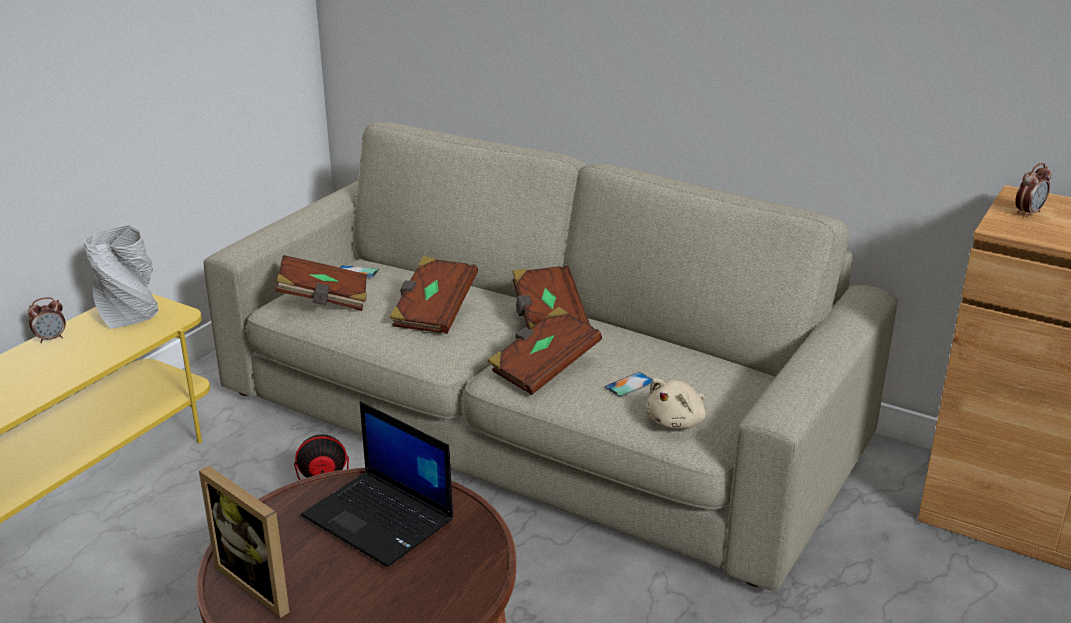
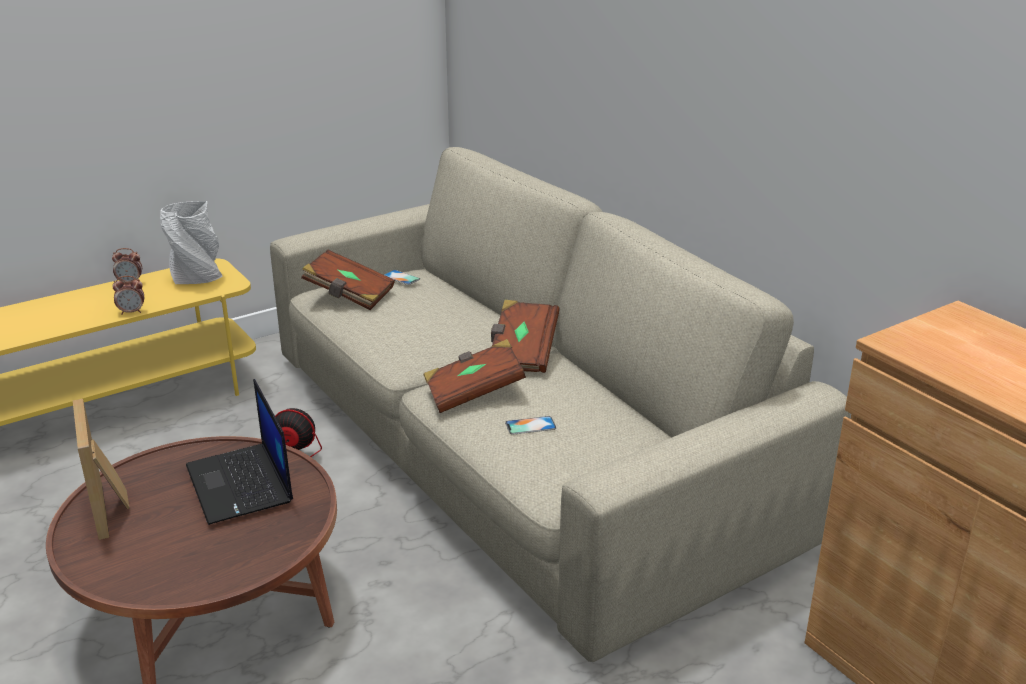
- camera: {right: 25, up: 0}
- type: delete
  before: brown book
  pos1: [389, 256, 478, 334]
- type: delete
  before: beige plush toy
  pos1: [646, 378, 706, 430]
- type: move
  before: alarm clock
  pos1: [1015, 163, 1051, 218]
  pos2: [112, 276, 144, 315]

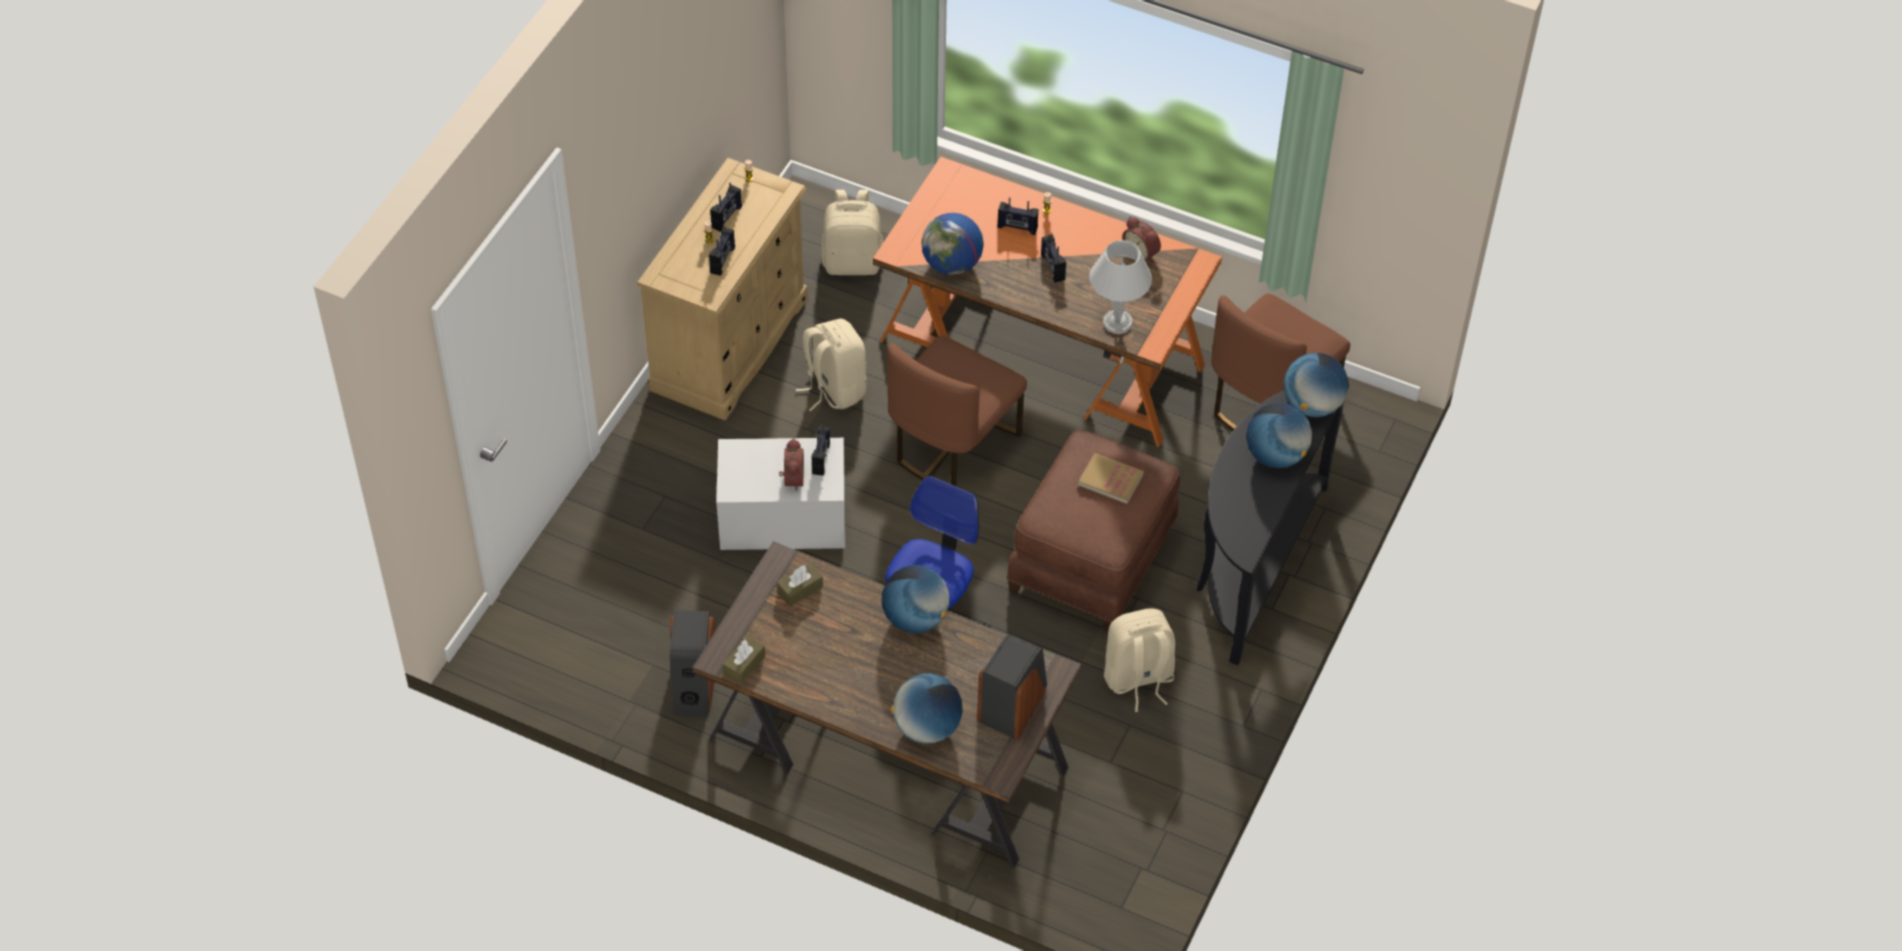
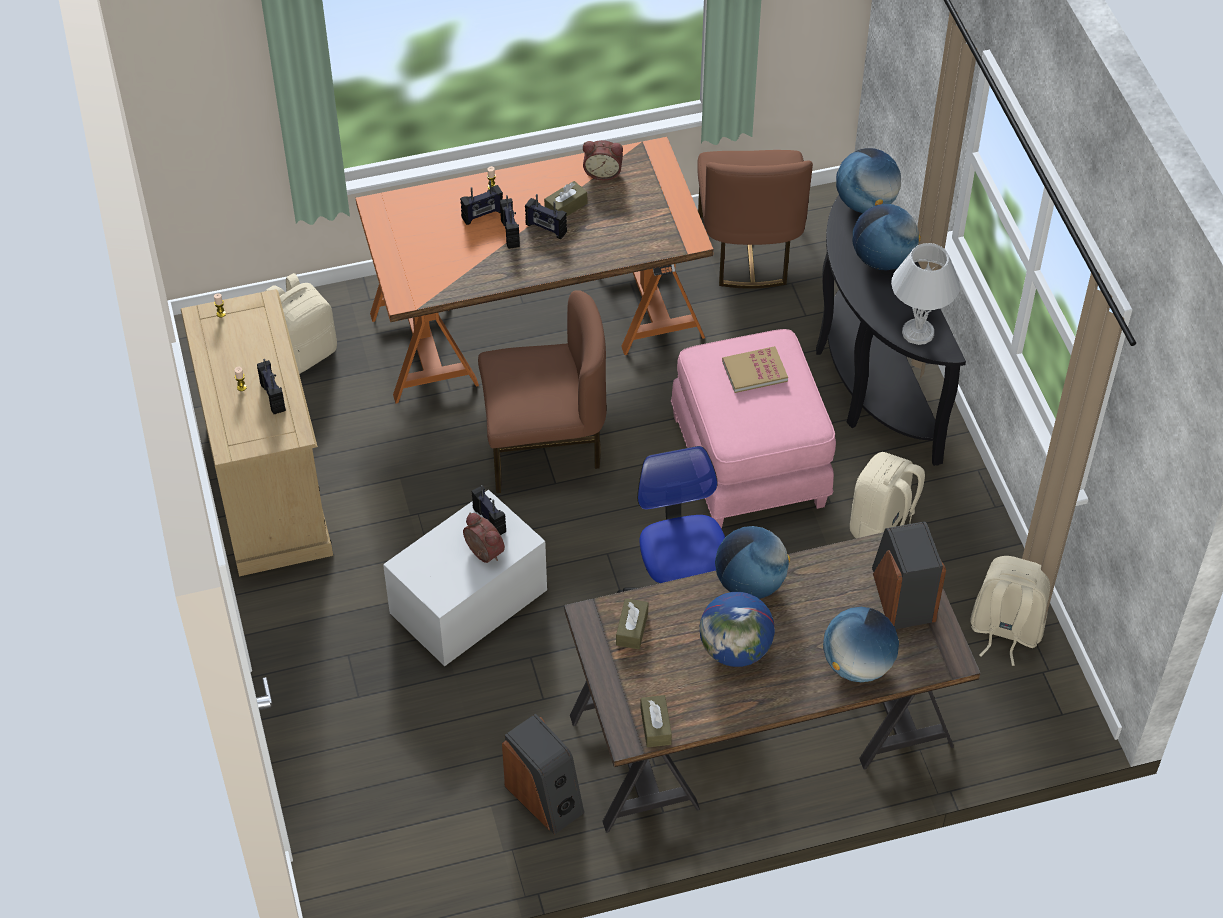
- camera: {right: -40, up: 0}
- type: move
  before: radio
  pos1: [710, 183, 742, 232]
  pos2: [500, 195, 520, 249]
- type: move
  before: beige backpack
  pos1: [796, 319, 867, 411]
  pos2: [970, 556, 1050, 666]
- type: rotate
  before: brown chair
  pos1: [887, 335, 1027, 486]
  pos2: [478, 290, 607, 493]
  turn: -90
- type: move
  before: globe
  pos1: [921, 213, 984, 275]
  pos2: [700, 592, 775, 667]
- type: recolor
  before: brown ottoman
  after: pink ottoman
  pos1: [1007, 430, 1180, 632]
  pos2: [671, 329, 836, 529]
- type: move
  before: white table lamp
  pos1: [1089, 240, 1152, 334]
  pos2: [891, 243, 960, 345]
- type: insert
  after: brown tissue box
  pos2: [544, 181, 587, 217]

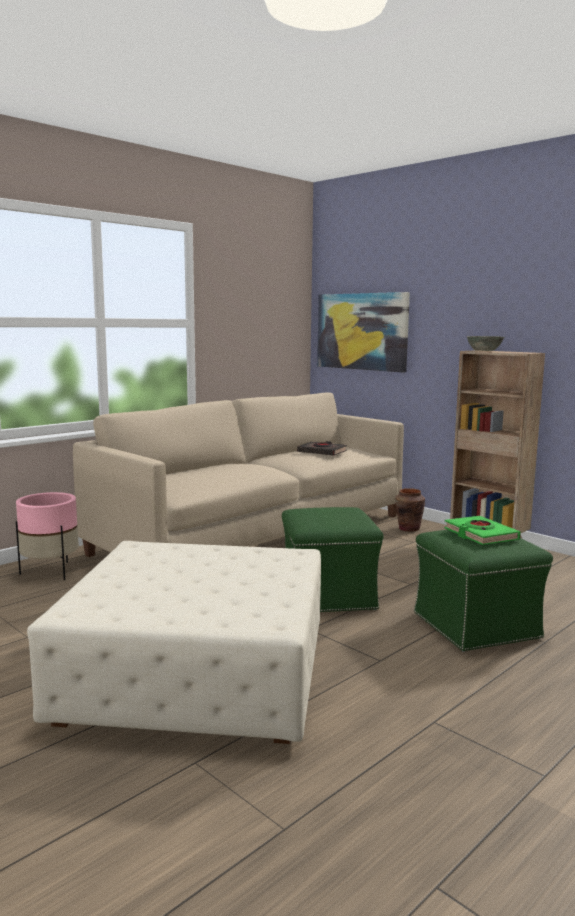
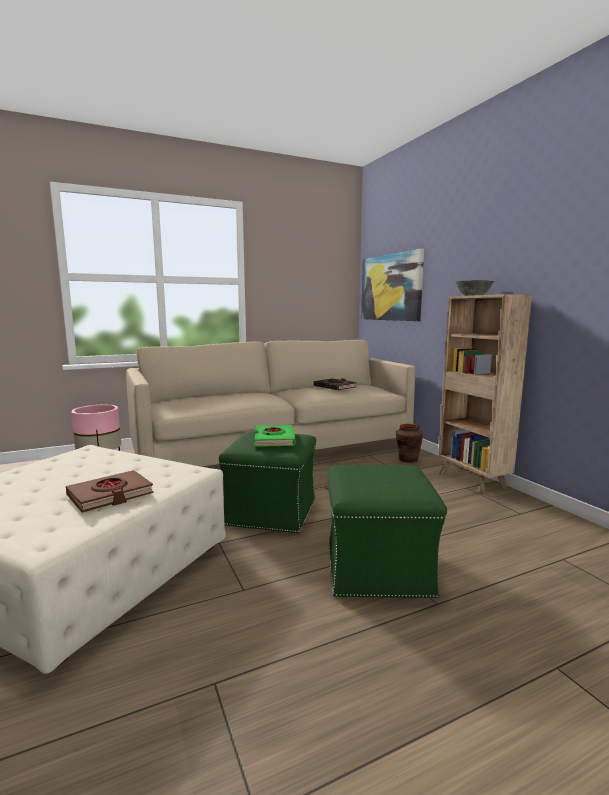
- camera: {right: 20, up: 0}
- type: move
  before: green book
  pos1: [444, 516, 520, 545]
  pos2: [254, 425, 296, 447]
- type: insert
  after: brown book
  pos2: [66, 470, 154, 513]

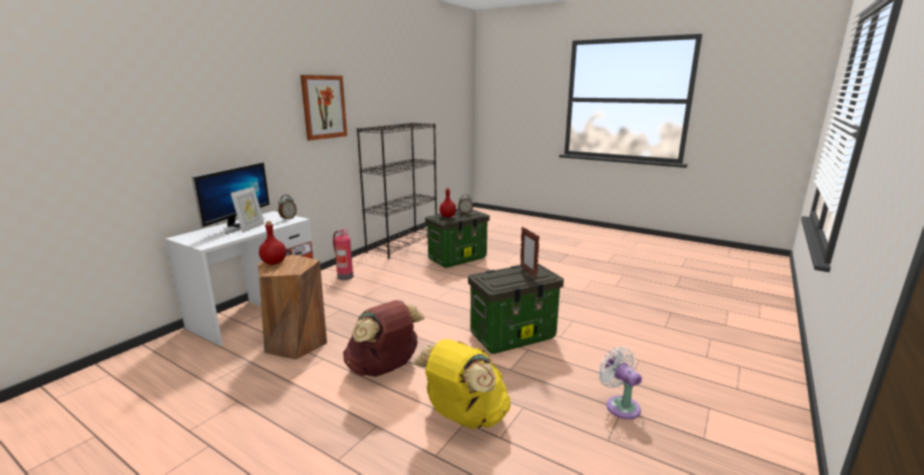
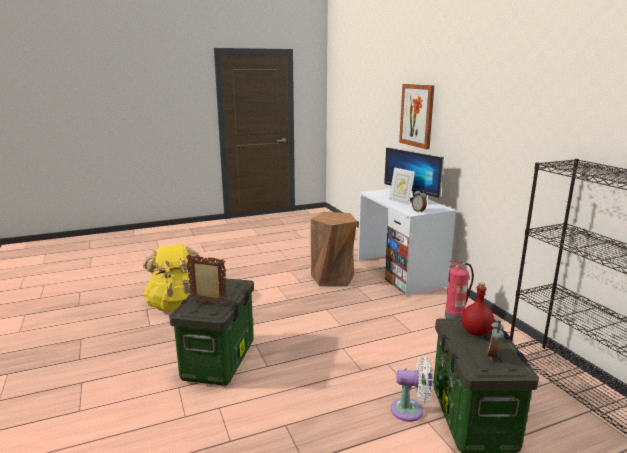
- camera: {right: 125, up: 0}
- type: delete
  before: red bottle
  pos1: [259, 221, 286, 265]
- type: move
  before: picture
  pos1: [300, 75, 347, 141]
  pos2: [399, 84, 434, 149]
- type: delete
  before: brown backpack
  pos1: [343, 300, 425, 377]
- type: move
  before: white fan
  pos1: [598, 347, 642, 419]
  pos2: [391, 356, 433, 422]

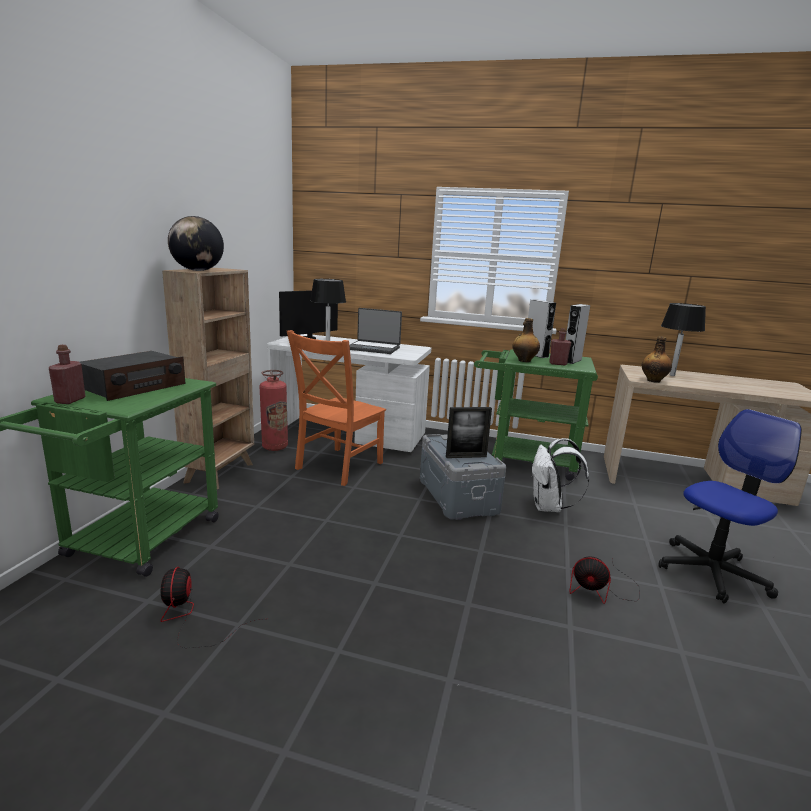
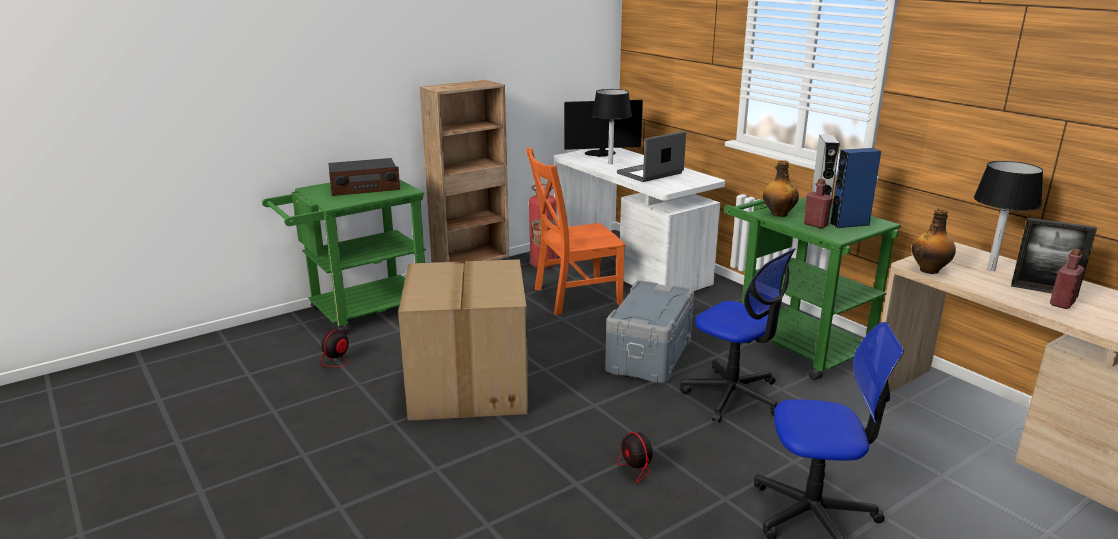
- camera: {right: 40, up: 5}
- type: move
  before: red bottle
  pos1: [49, 345, 86, 404]
  pos2: [1050, 248, 1085, 309]
- type: delete
  before: globe
  pos1: [168, 216, 224, 271]
- type: rotate
  before: laptop
  pos1: [349, 308, 402, 354]
  pos2: [617, 131, 686, 182]
  turn: 90
- type: move
  before: picture frame
  pos1: [446, 407, 492, 458]
  pos2: [1011, 218, 1097, 298]
- type: replace
  before: white backpack
  after: office chair
  pos1: [532, 438, 589, 512]
  pos2: [680, 248, 795, 422]
- type: recolor
  before: grey speaker
  after: blue speaker
  pos1: [565, 304, 590, 364]
  pos2: [829, 148, 881, 228]
- type: insert
  after: cardboard box
  pos2: [398, 259, 528, 421]

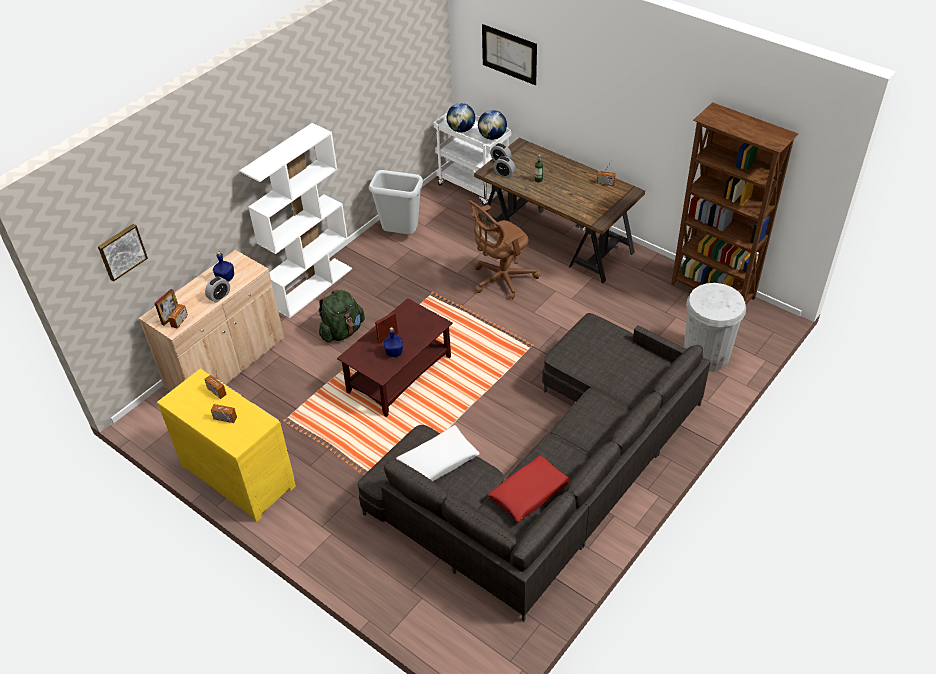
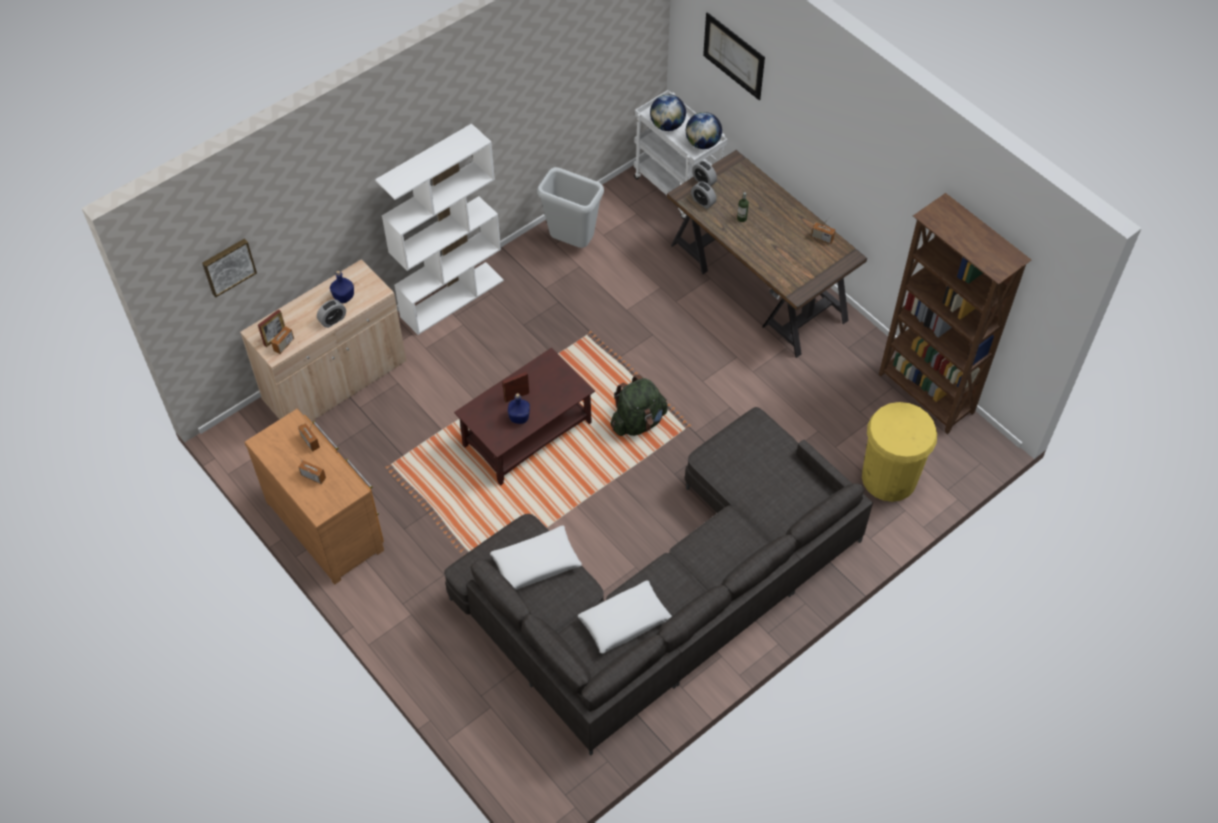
- camera: {right: 10, up: 10}
- type: recolor
  before: yellow dresser
  after: brown dresser
  pos1: [157, 369, 296, 522]
  pos2: [244, 409, 384, 585]
- type: move
  before: green backpack
  pos1: [318, 289, 365, 343]
  pos2: [610, 375, 668, 436]
- type: delete
  before: brown office chair
  pos1: [468, 200, 540, 299]
- type: recolor
  before: red pillow
  after: white pillow
  pos1: [487, 455, 571, 522]
  pos2: [578, 580, 672, 654]
- type: recolor
  before: white trash can
  after: yellow trash can
  pos1: [684, 283, 746, 372]
  pos2: [862, 402, 937, 502]

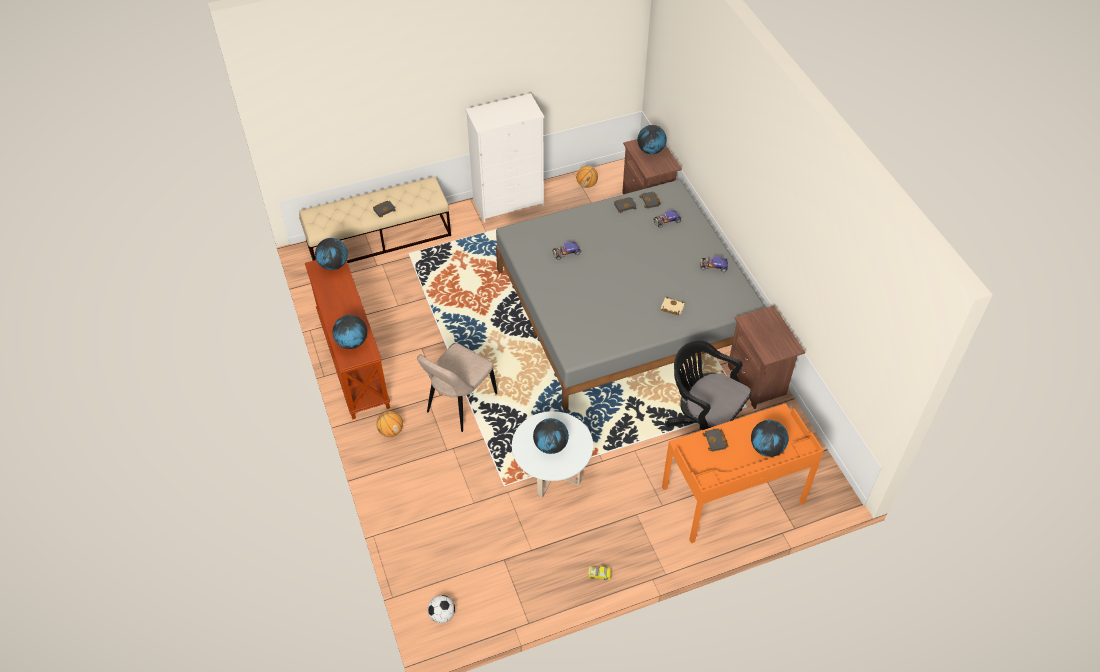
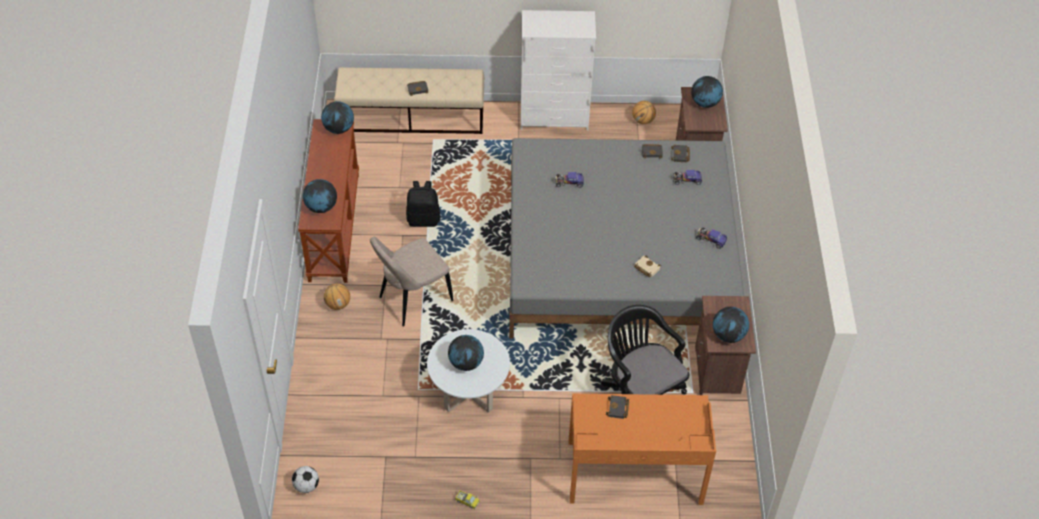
- camera: {right: 20, up: 0}
- type: move
  before: globe
  pos1: [751, 420, 788, 457]
  pos2: [713, 307, 749, 343]
- type: insert
  after: black backpack
  pos2: [406, 181, 440, 227]

